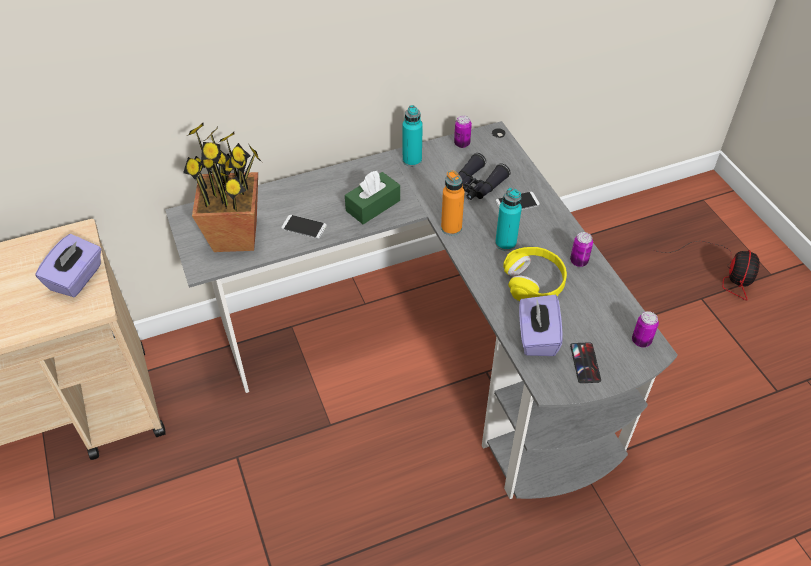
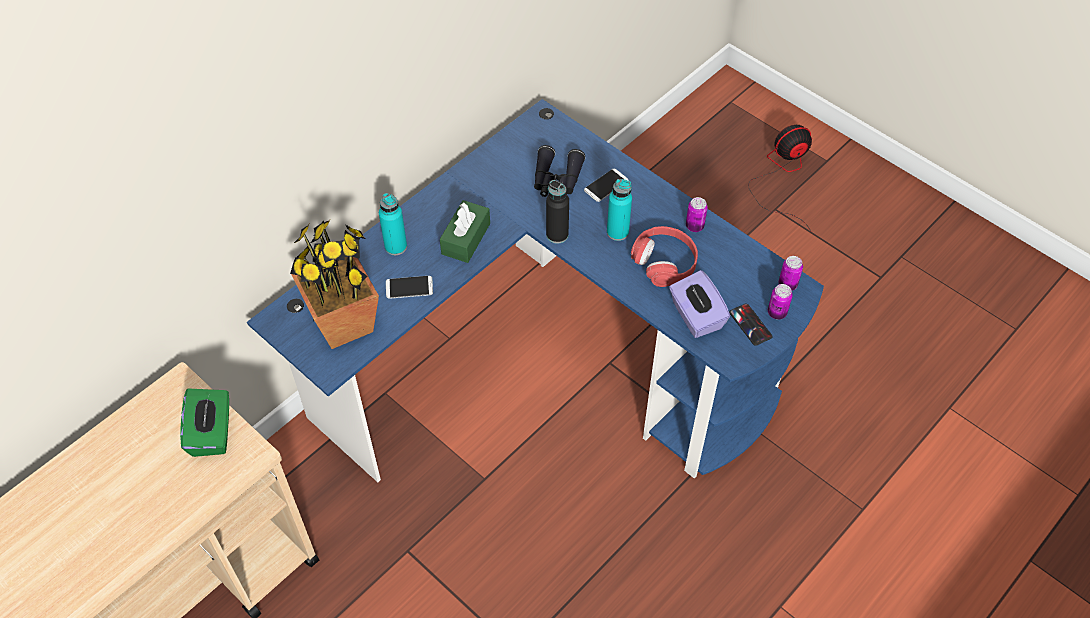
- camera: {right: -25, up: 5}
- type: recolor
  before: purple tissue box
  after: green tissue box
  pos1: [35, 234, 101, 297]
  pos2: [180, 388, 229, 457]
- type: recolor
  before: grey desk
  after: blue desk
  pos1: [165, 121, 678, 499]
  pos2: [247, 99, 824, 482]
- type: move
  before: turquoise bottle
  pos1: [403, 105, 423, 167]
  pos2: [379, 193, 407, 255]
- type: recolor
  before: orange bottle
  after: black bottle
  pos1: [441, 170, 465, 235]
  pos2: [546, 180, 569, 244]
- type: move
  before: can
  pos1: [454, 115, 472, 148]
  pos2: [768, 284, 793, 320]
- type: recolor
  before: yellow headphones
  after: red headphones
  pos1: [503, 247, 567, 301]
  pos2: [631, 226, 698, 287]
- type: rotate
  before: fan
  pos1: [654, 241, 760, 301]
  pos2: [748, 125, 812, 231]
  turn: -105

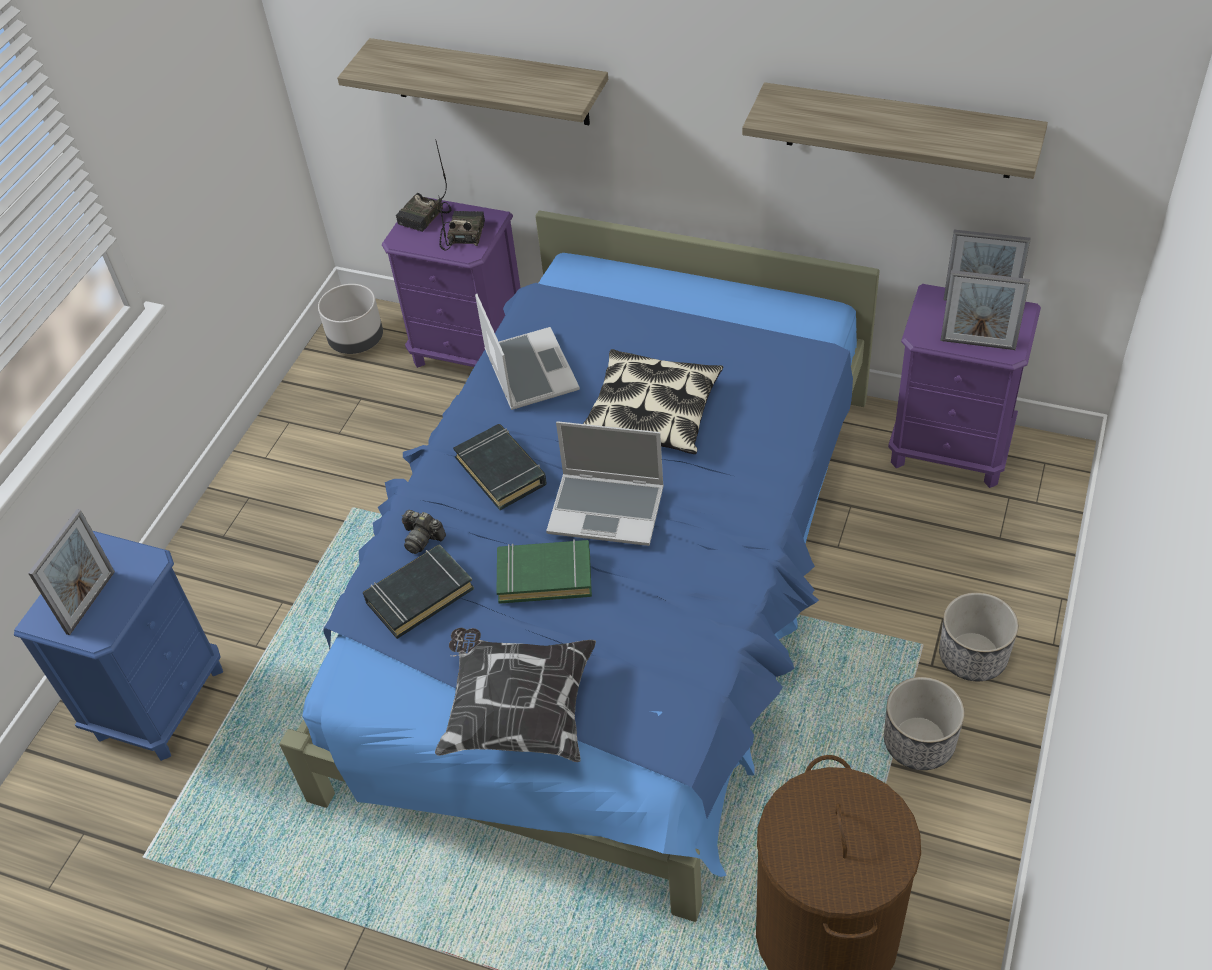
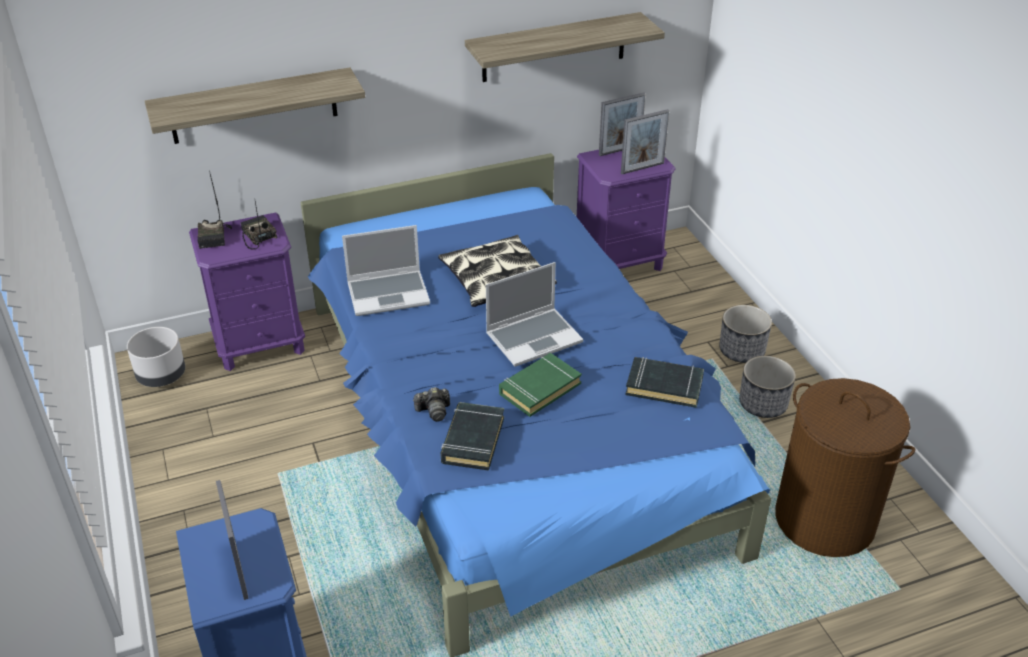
- camera: {right: -45, up: -10}
- type: delete
  before: pillow
  pos1: [435, 628, 596, 762]
- type: move
  before: black book
  pos1: [453, 424, 547, 510]
  pos2: [625, 357, 704, 408]
- type: rotate
  before: laptop
  pos1: [475, 294, 580, 410]
  pos2: [342, 225, 430, 316]
  turn: 135

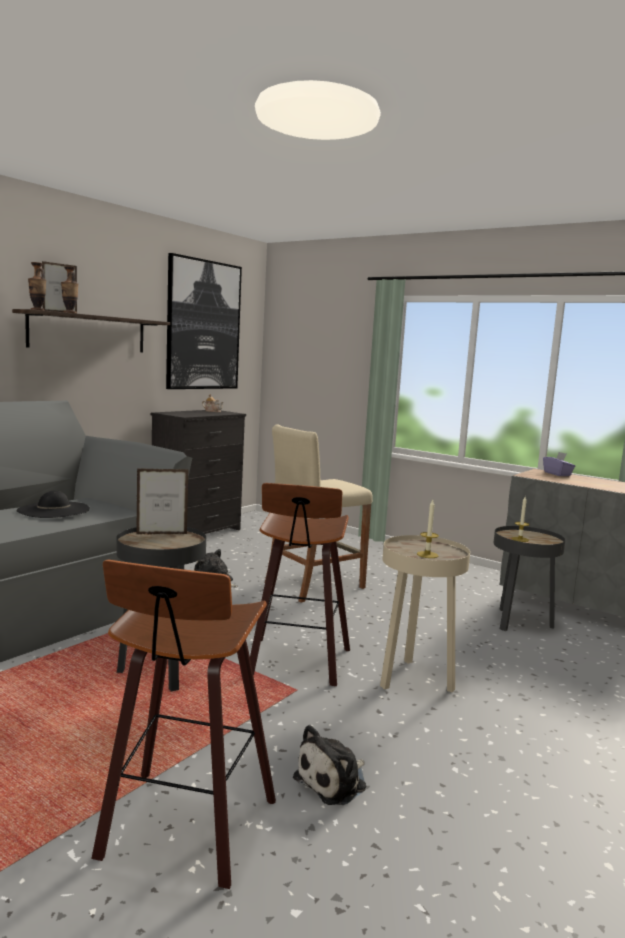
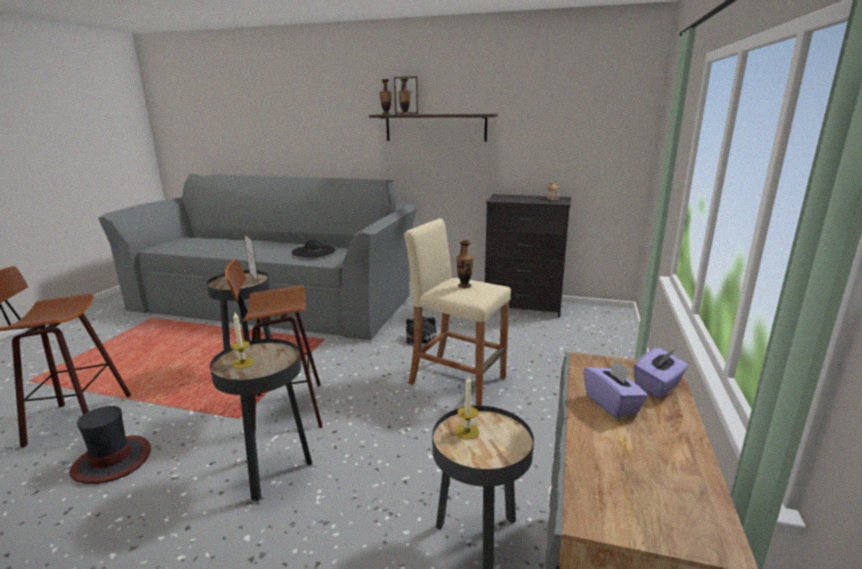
- camera: {right: 70, up: 10}
- type: delete
  before: picture
  pos1: [166, 253, 242, 389]
- type: replace
  before: plush toy
  after: hat
  pos1: [293, 725, 367, 805]
  pos2: [69, 406, 151, 484]
- type: recolor
  before: beige side table
  after: black side table
  pos1: [380, 535, 470, 692]
  pos2: [210, 339, 312, 501]
- type: insert
  after: vase
  pos2: [456, 240, 474, 288]
- type: insert
  after: purple tissue box
  pos2: [584, 359, 648, 418]

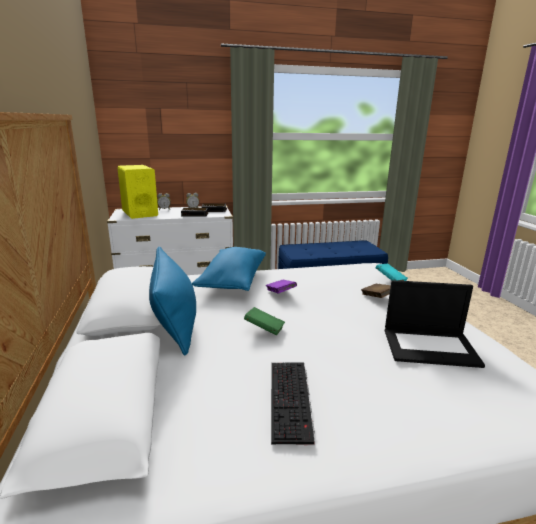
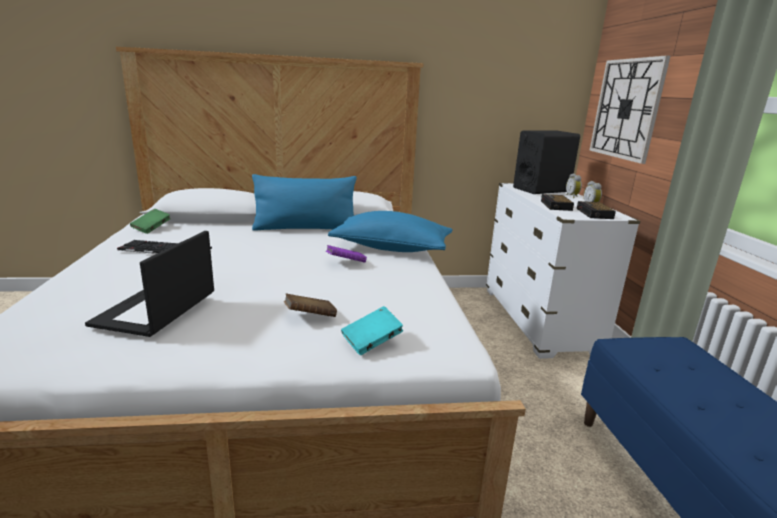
- camera: {right: 95, up: 0}
- type: recolor
  before: yellow speaker
  after: black speaker
  pos1: [117, 165, 158, 219]
  pos2: [513, 131, 580, 194]
- type: move
  before: green book
  pos1: [244, 307, 285, 335]
  pos2: [130, 209, 171, 234]
- type: insert
  after: wall clock
  pos2: [589, 55, 671, 164]

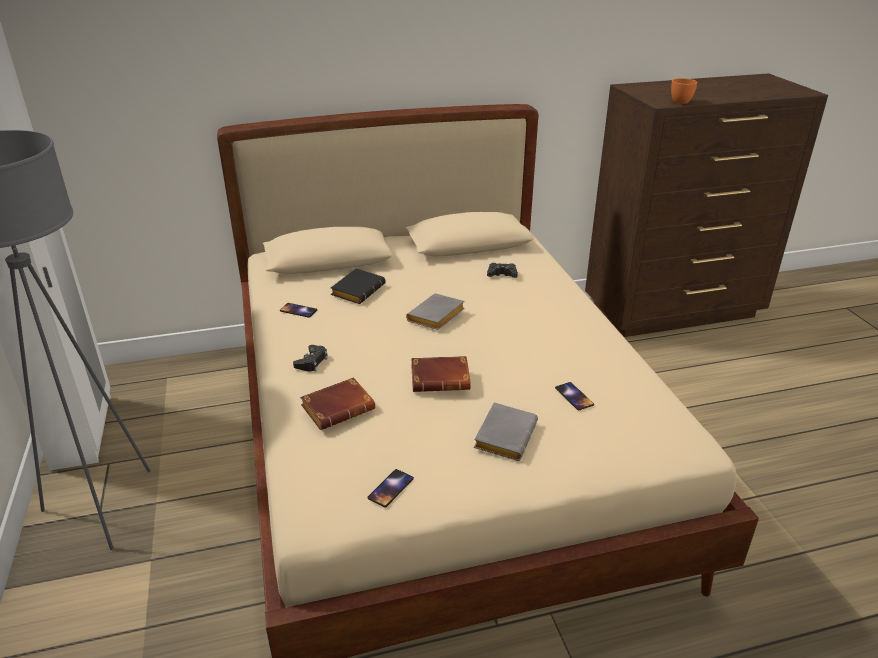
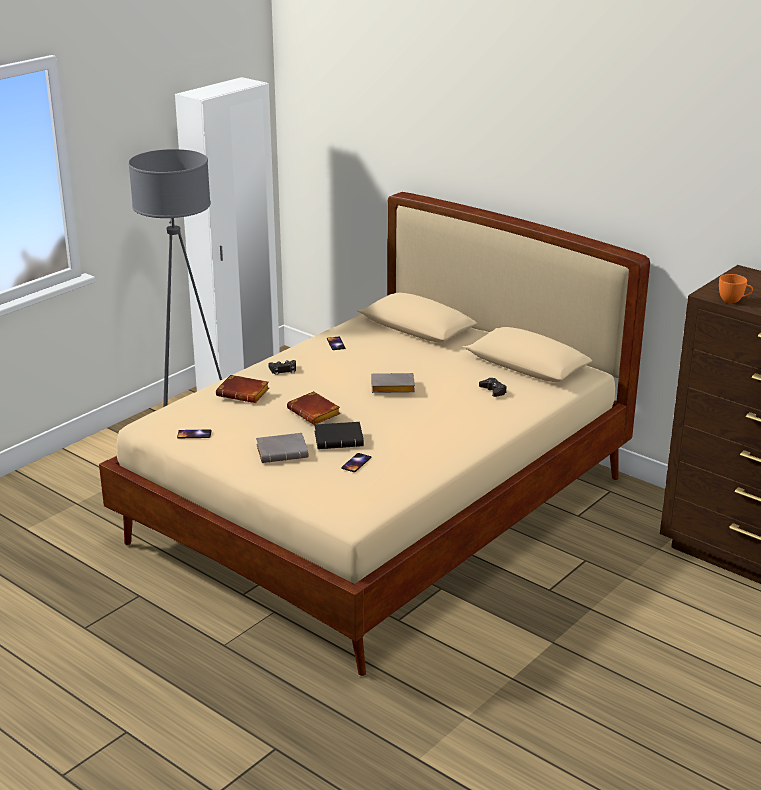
- camera: {right: 55, up: -5}
- type: move
  before: black book
  pos1: [331, 268, 385, 304]
  pos2: [314, 422, 364, 449]

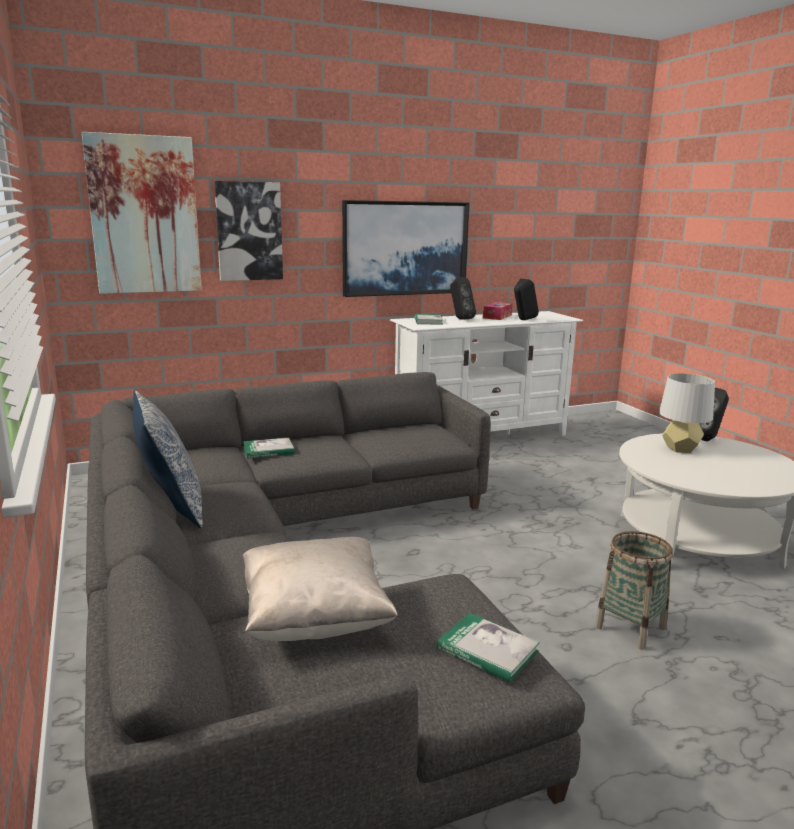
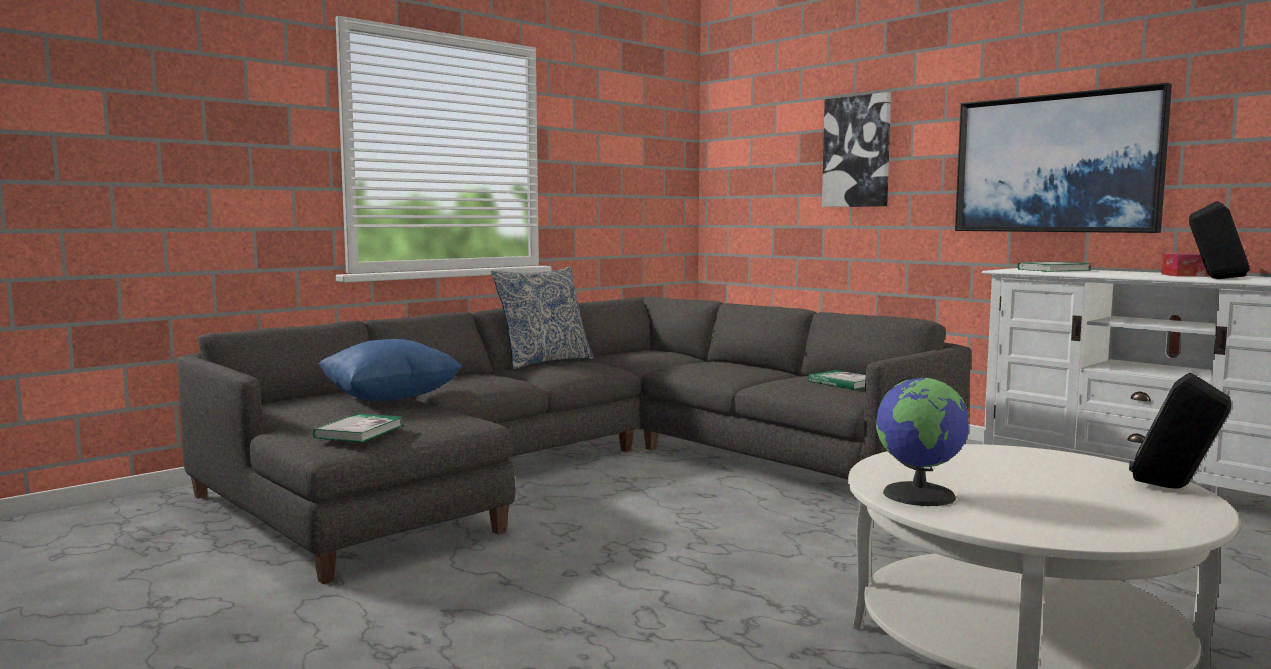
- camera: {right: 70, up: -10}
- type: delete
  before: picture
  pos1: [82, 132, 202, 294]
- type: move
  before: book
  pos1: [243, 438, 295, 459]
  pos2: [808, 370, 866, 390]
- type: recolor
  before: beige pillow
  after: blue pillow
  pos1: [243, 537, 398, 641]
  pos2: [319, 339, 462, 401]
- type: delete
  before: black speaker
  pos1: [450, 277, 476, 320]
- type: delete
  before: basket
  pos1: [595, 531, 673, 650]
- type: delete
  before: grey table lamp
  pos1: [659, 373, 715, 453]
- type: insert
  after: globe
  pos2: [876, 376, 970, 506]

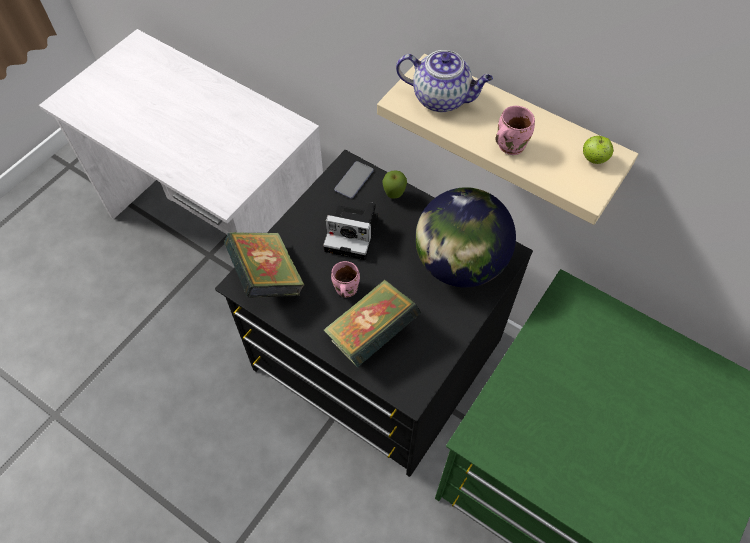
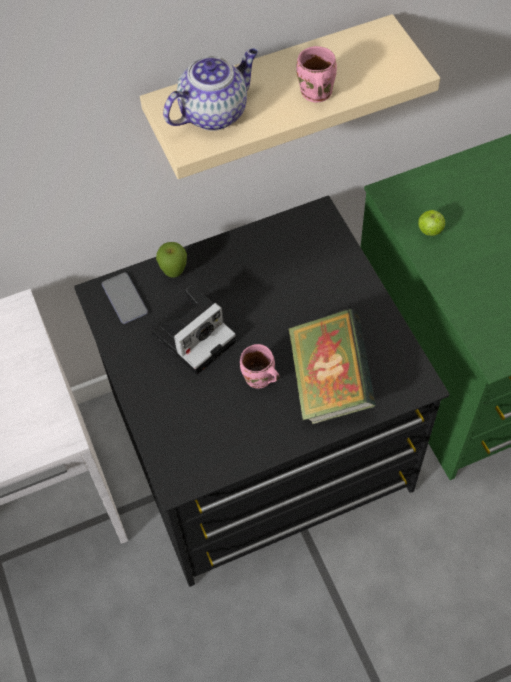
- camera: {right: -55, up: 0}
- type: delete
  before: book
  pos1: [224, 232, 304, 298]
- type: delete
  before: globe
  pos1: [415, 187, 516, 287]
- type: move
  before: apple
  pos1: [583, 135, 614, 164]
  pos2: [418, 210, 445, 236]

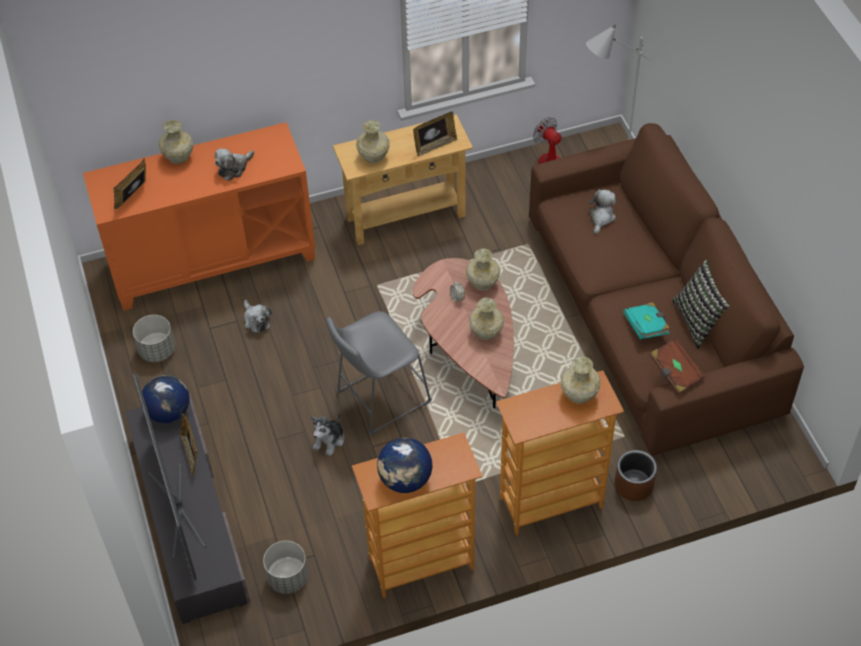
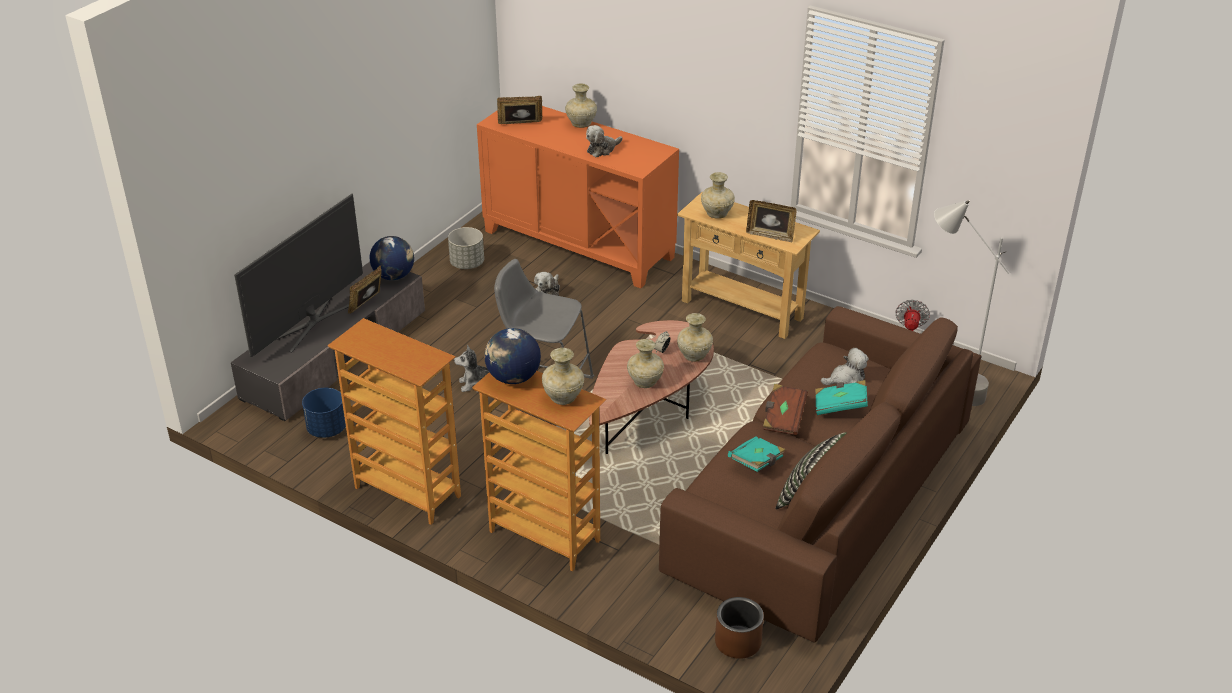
- camera: {right: 50, up: -15}
- type: rotate
  before: plush toy
  pos1: [215, 148, 254, 181]
  pos2: [586, 125, 623, 157]
  turn: -45
- type: recolor
  before: grey planter
  after: blue planter
  pos1: [263, 541, 308, 594]
  pos2: [302, 388, 346, 438]
- type: move
  before: globe
  pos1: [377, 437, 432, 493]
  pos2: [485, 328, 541, 384]
- type: move
  before: brown planter
  pos1: [614, 450, 657, 501]
  pos2: [715, 597, 764, 659]
- type: move
  before: brown book
  pos1: [650, 338, 705, 394]
  pos2: [763, 384, 808, 436]
- type: insert
  after: turquoise book
  pos2: [815, 380, 868, 415]

